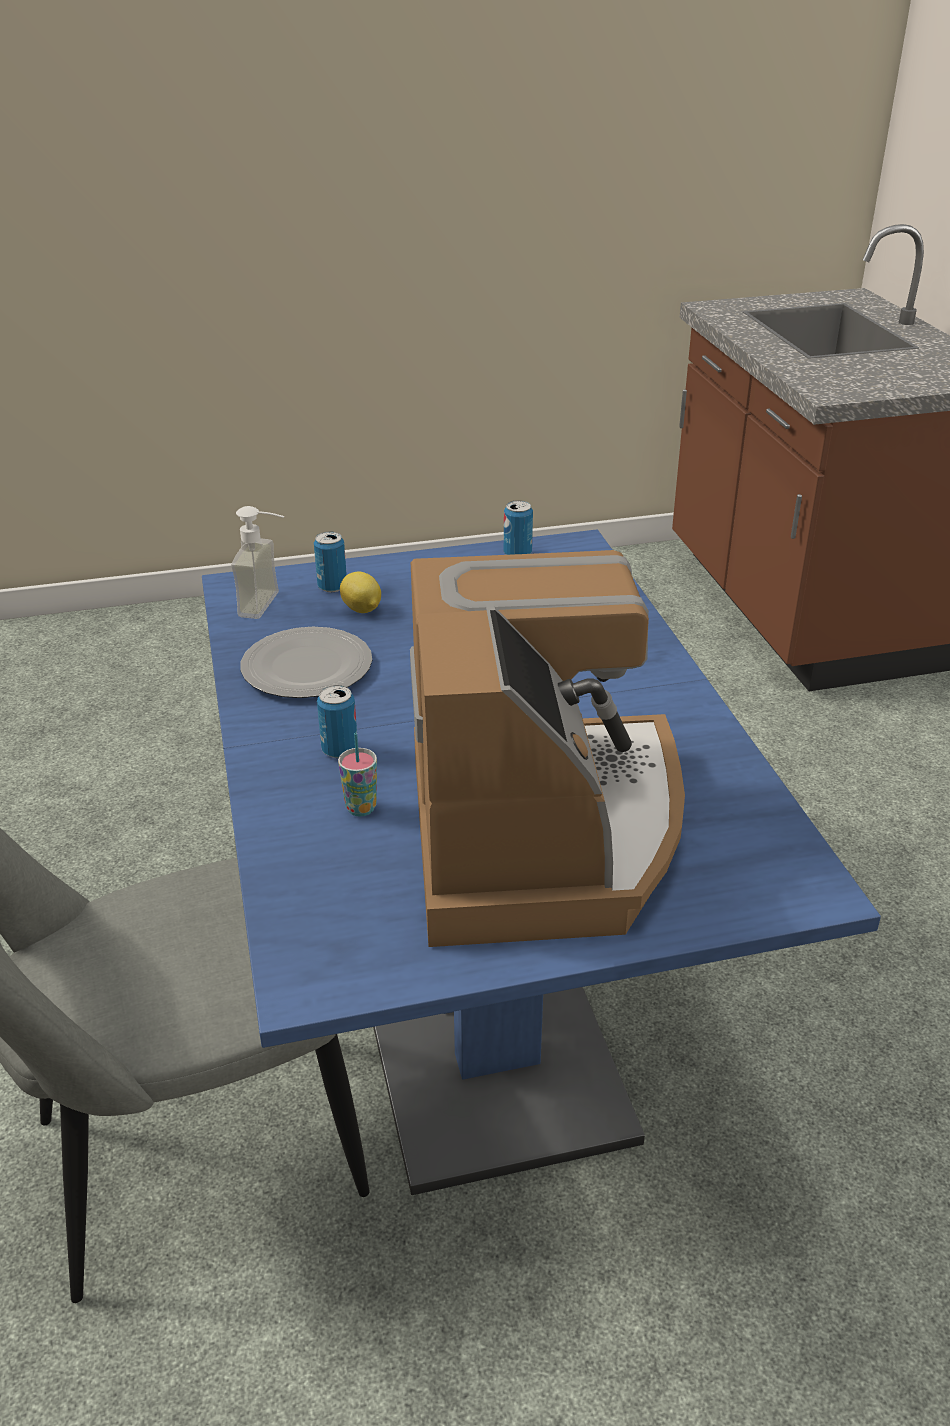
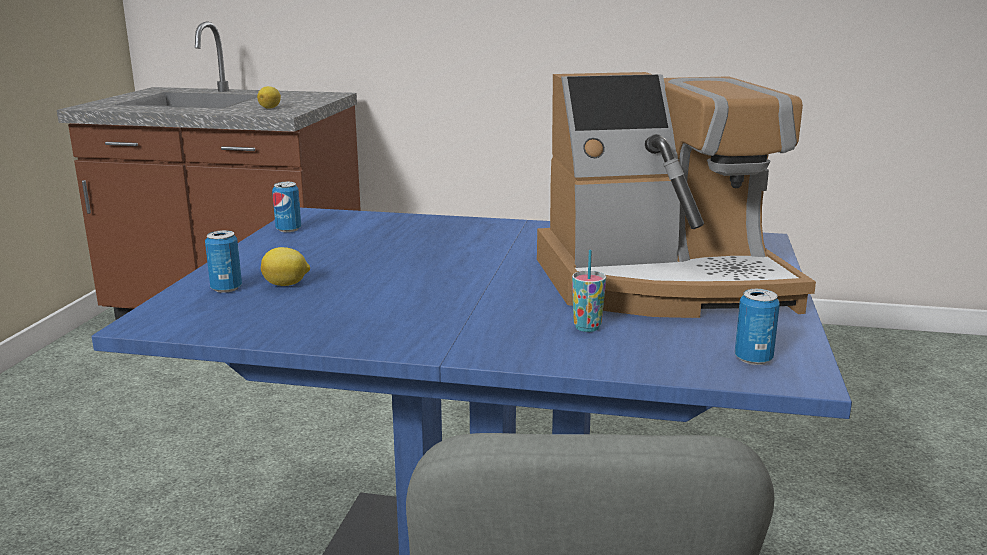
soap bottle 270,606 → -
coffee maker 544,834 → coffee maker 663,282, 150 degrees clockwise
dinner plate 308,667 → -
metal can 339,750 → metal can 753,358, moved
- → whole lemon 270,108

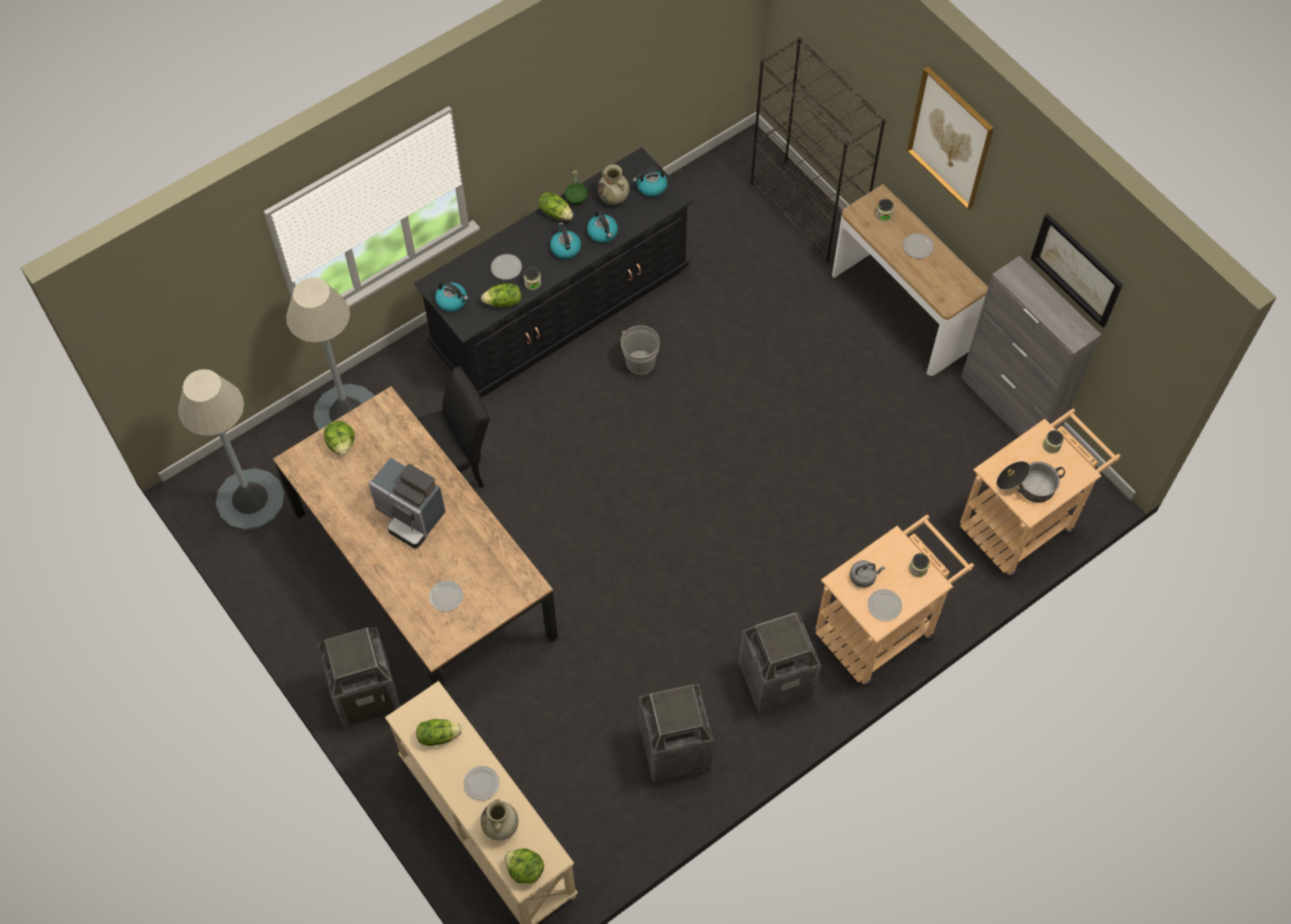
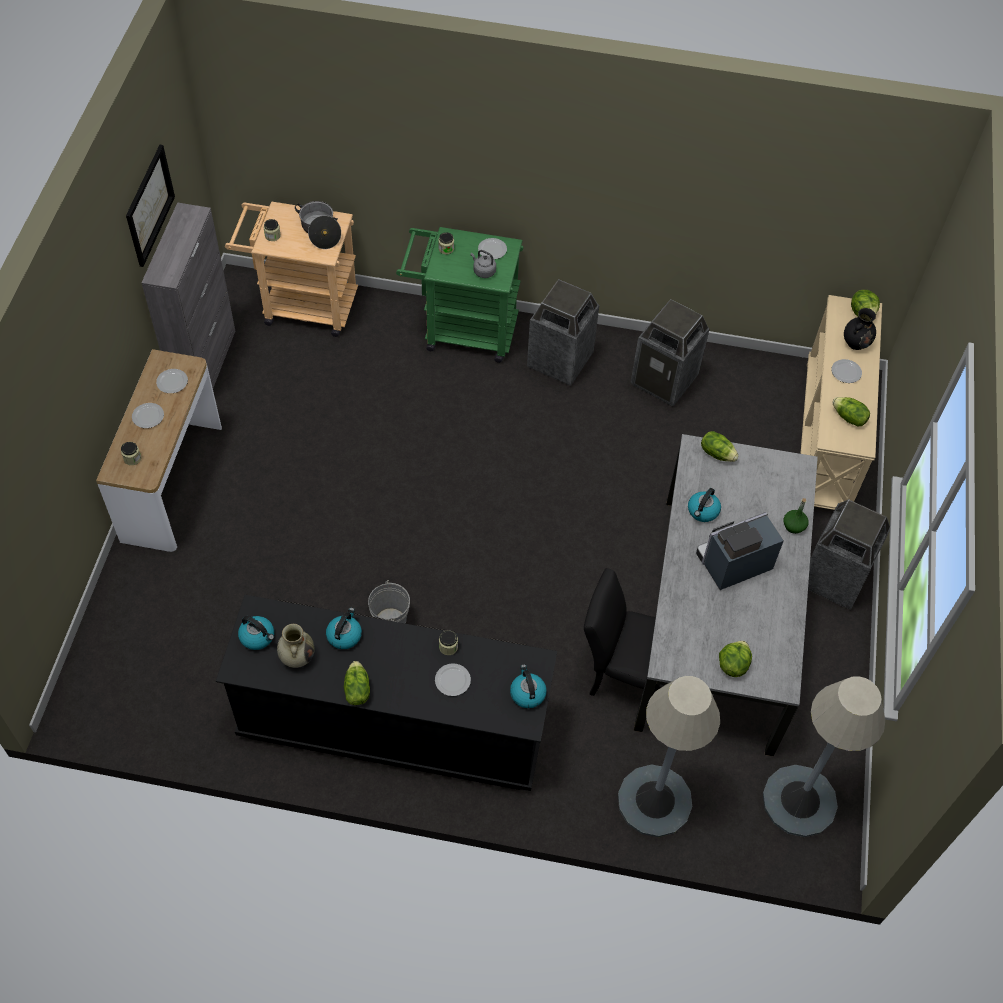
black shelving unit 807,211 → -
wall art 950,138 → -
greenish drink bottle 576,198 → greenish drink bottle 794,526, moved
kettle 565,248 → kettle 703,511, moved
lettuce head 503,302 → lettuce head 717,453, moved
brown dining table 424,575 → grey dining table 716,619
coffee maker 410,516 → coffee maker 732,564, 105 degrees counterclockwise
beige trolley 882,628 → greenish trolley 461,330
dinner plate 446,596 → dinner plate 171,382, moved
beige decorative vase 501,827 → black decorative vase 856,343

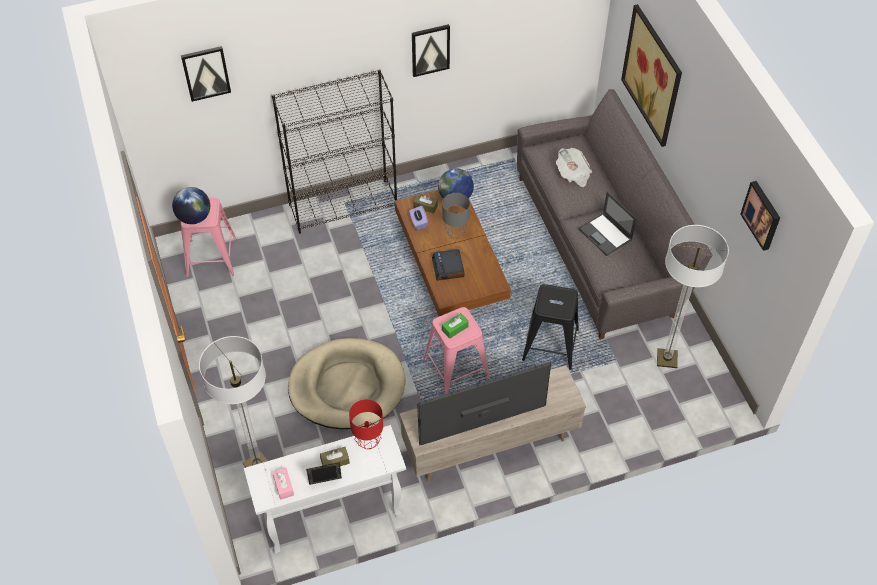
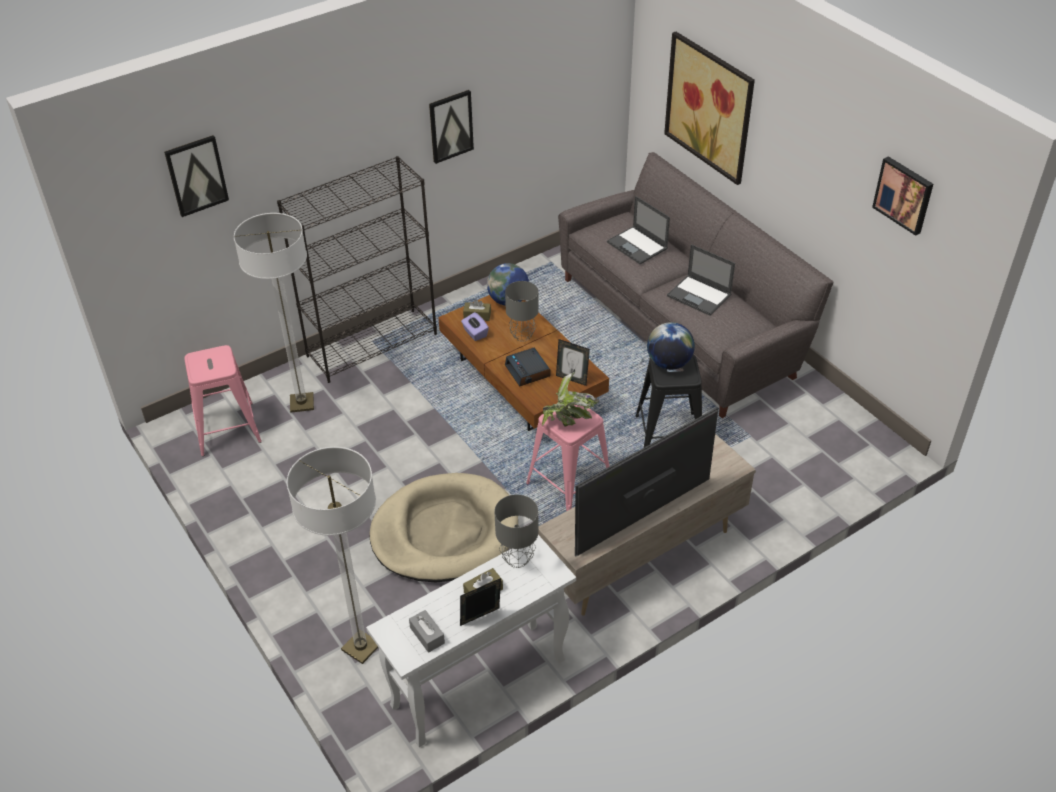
printed paper 573,174 → laptop 637,245
world globe 194,217 → world globe 669,363, moved
floor lamp 667,359 → floor lamp 302,403, moved
greenish tissue holder 455,328 → houseplant 569,420
red lamp for a table 368,441 → grey lamp for a table 517,559
pink tissue holder 283,486 → grey tissue holder 427,635
- → photo frame 572,379

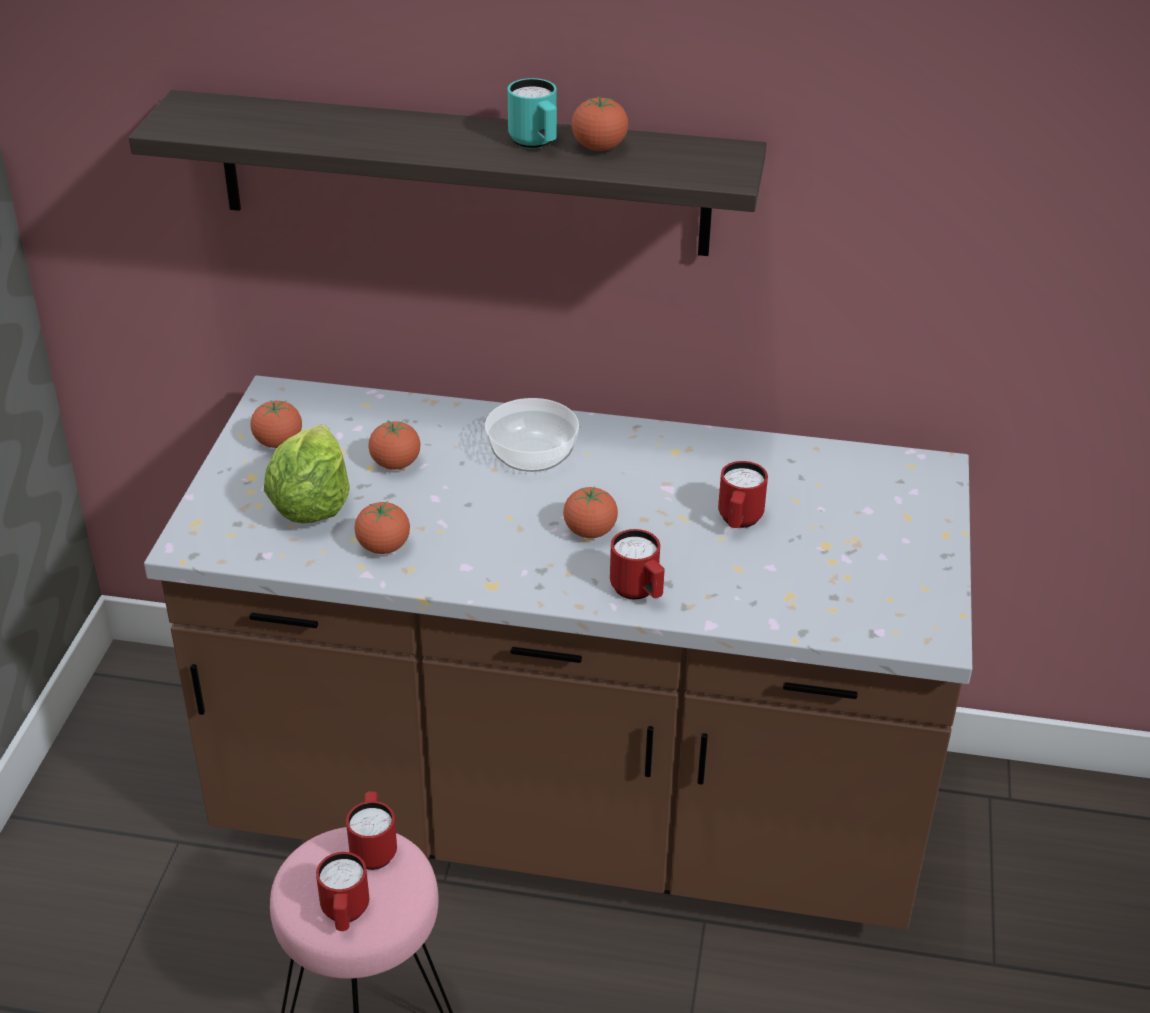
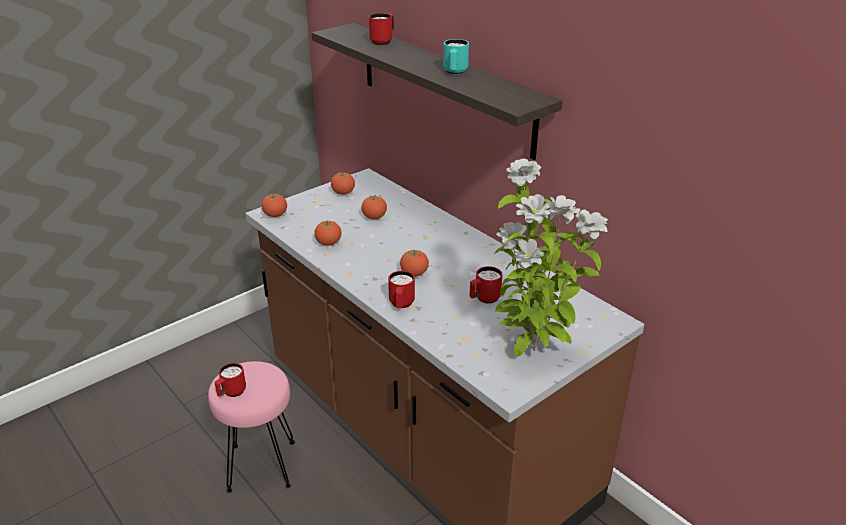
fresh tomato 599,148 → fresh tomato 275,215, moved
bowl 532,453 → -
lettuce head 311,505 → -
red mug 374,849 → red mug 383,41, moved
- → houseplant 532,352

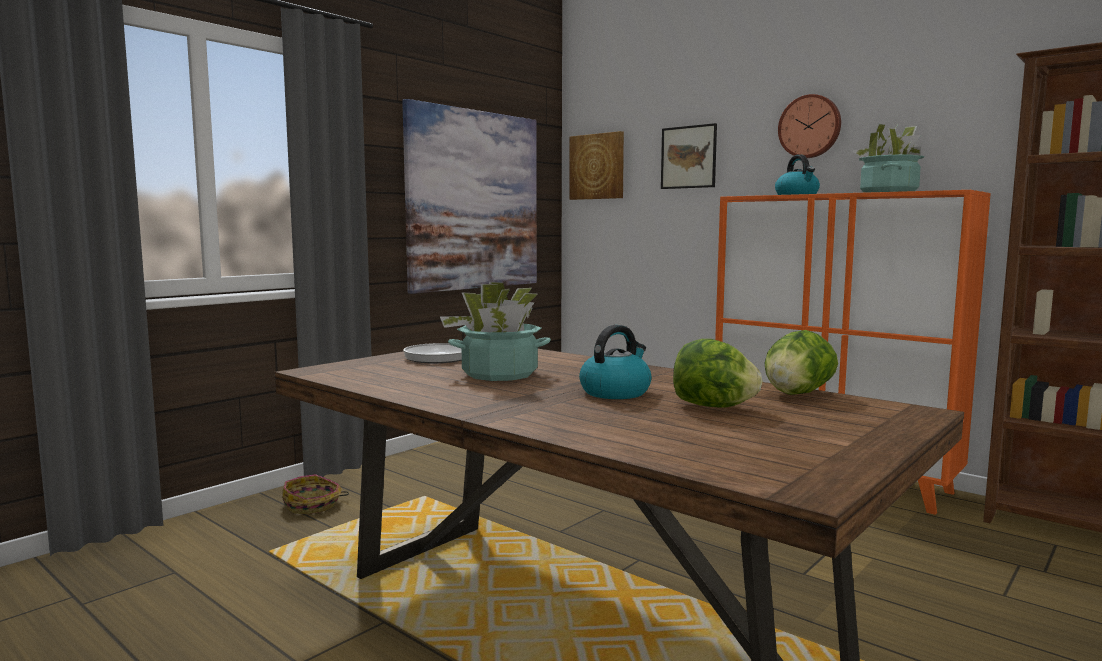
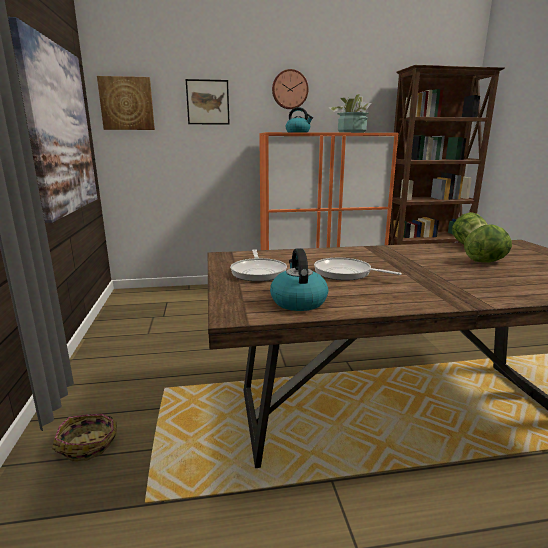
houseplant 500,374 → frying pan 345,273
kettle 615,392 → kettle 298,301, moved

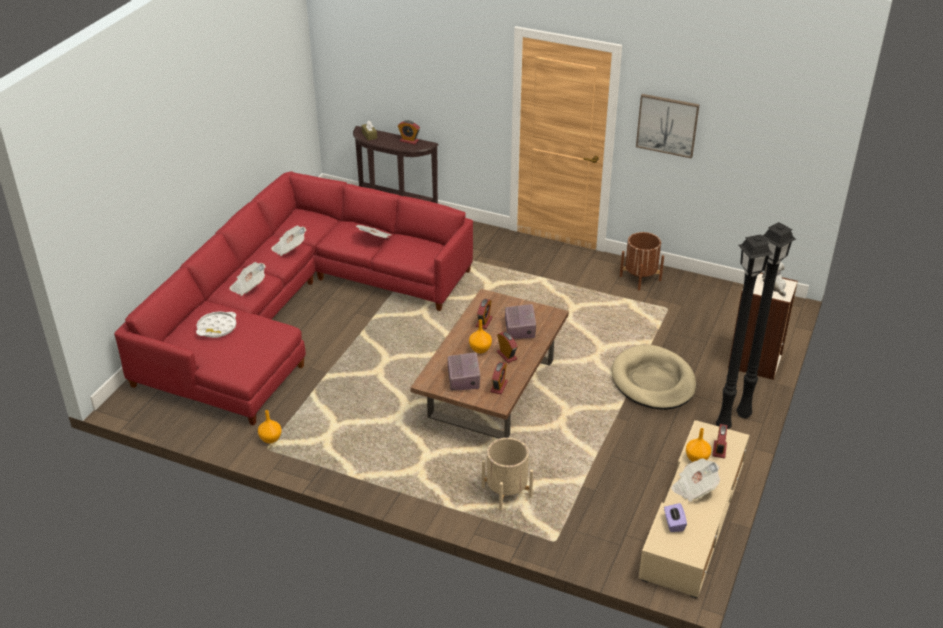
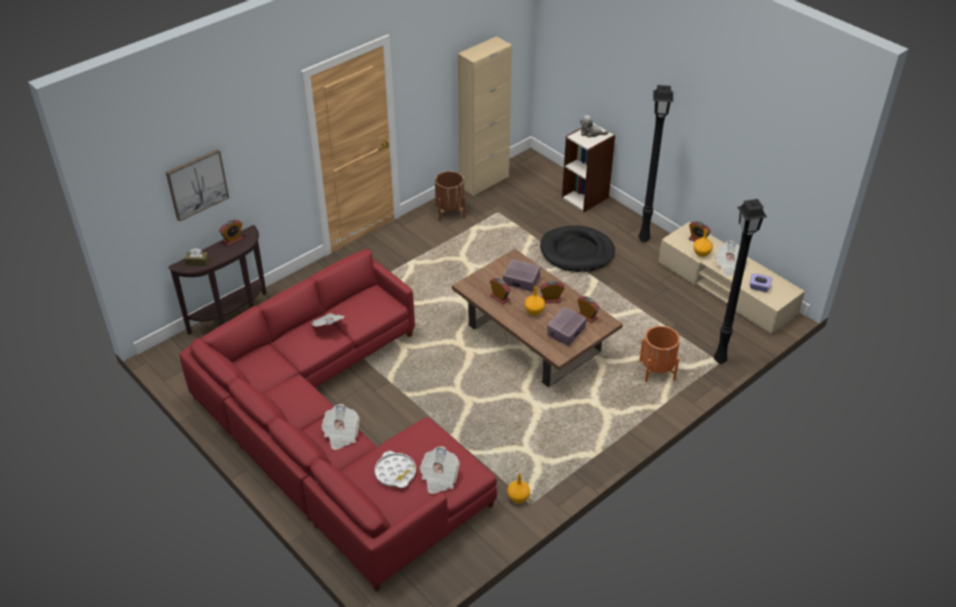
wall art 667,125 → wall art 197,184, moved
black floor lamp 742,414 → black floor lamp 719,361, moved
printed paper 289,248 → printed paper 439,478, moved
beige dog cushion 653,381 → black dog cushion 577,252
radio receiver 463,378 → radio receiver 566,332, 75 degrees counterclockwise
beige plant pot 506,492 → orangey plant pot 657,370
- → beige storage cabinet 484,181

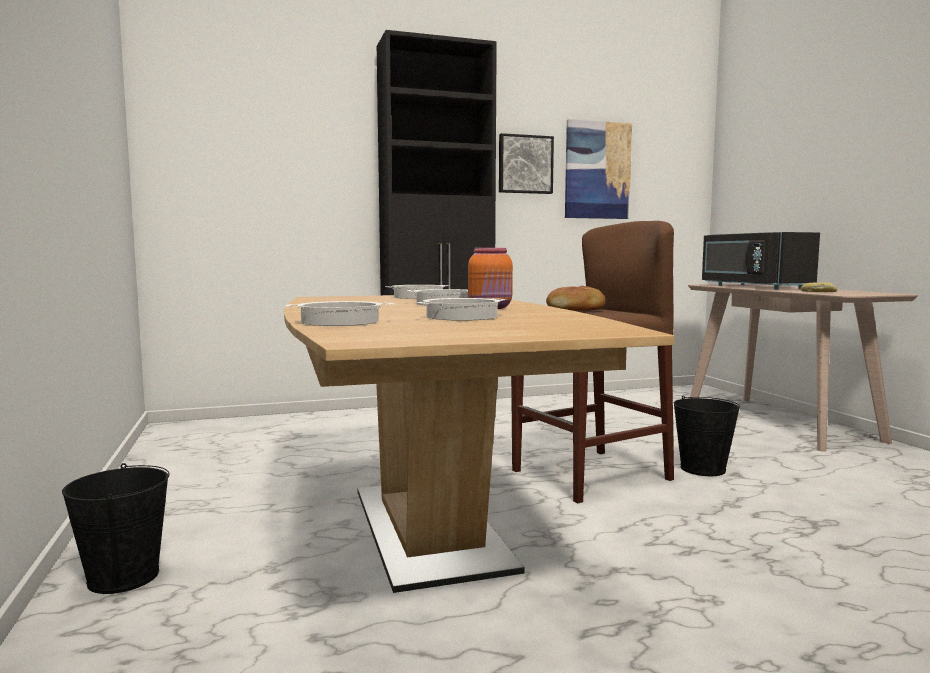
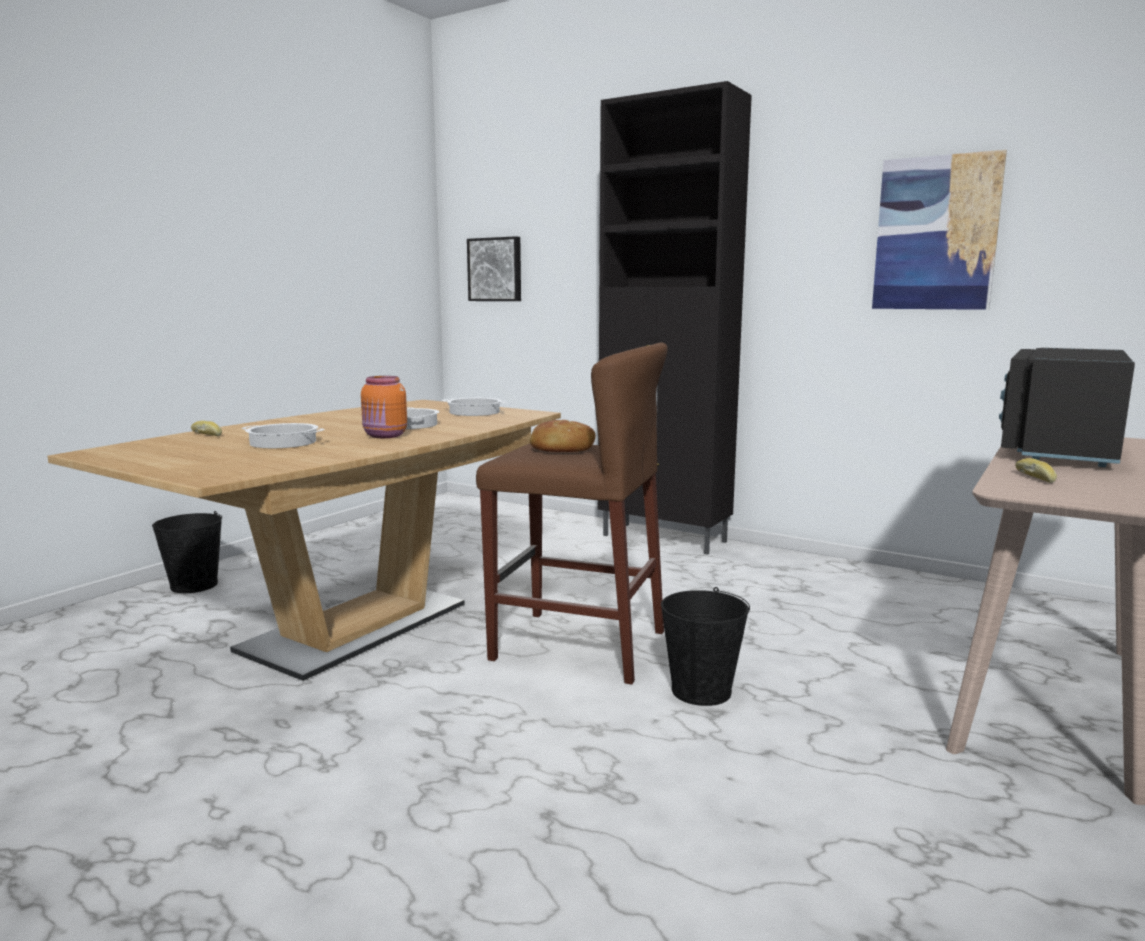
wall art 525,164 → wall art 496,269, moved
saucepot 339,322 → bakery bread 208,434

